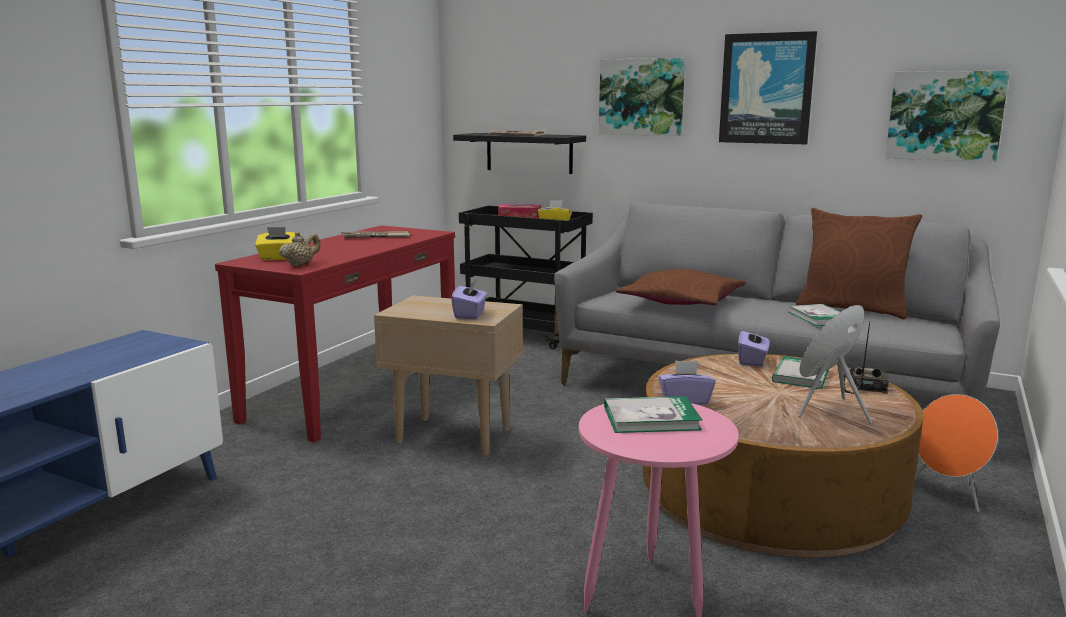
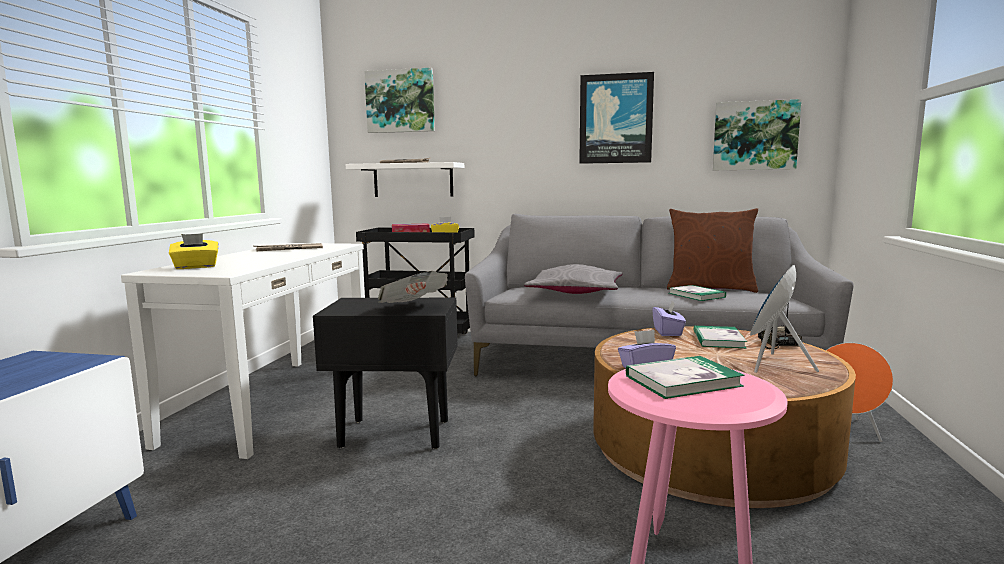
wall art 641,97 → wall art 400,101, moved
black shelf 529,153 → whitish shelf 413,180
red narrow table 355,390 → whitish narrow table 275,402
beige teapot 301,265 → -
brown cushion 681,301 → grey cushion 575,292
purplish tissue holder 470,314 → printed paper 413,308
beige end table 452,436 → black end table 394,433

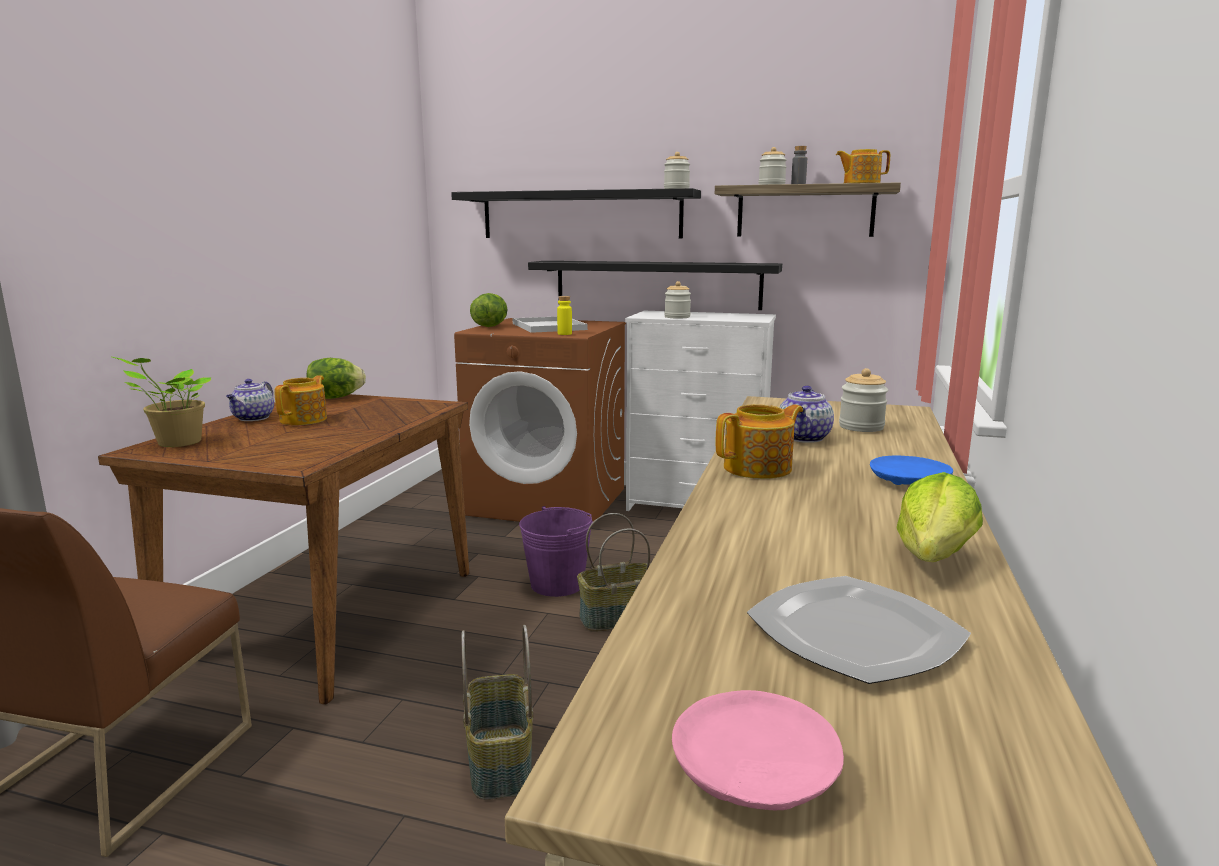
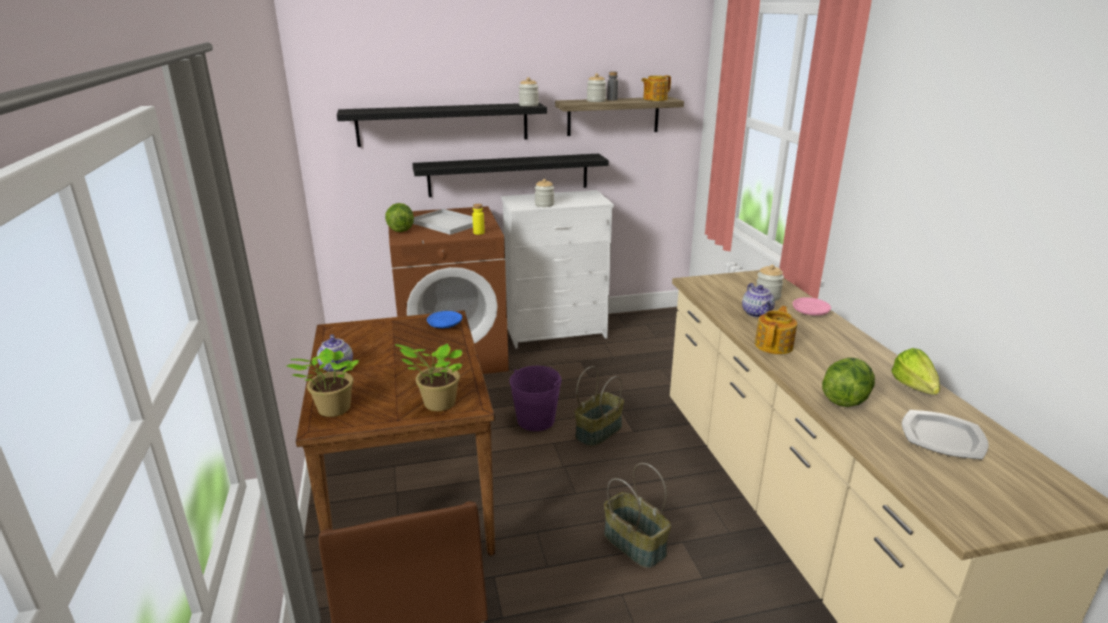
lettuce head 335,398 → lettuce head 845,399, moved
teapot 305,419 → -
blue dinner plate 908,482 → blue dinner plate 444,325, moved
pink dinner plate 753,772 → pink dinner plate 810,312, moved
- → houseplant 437,404

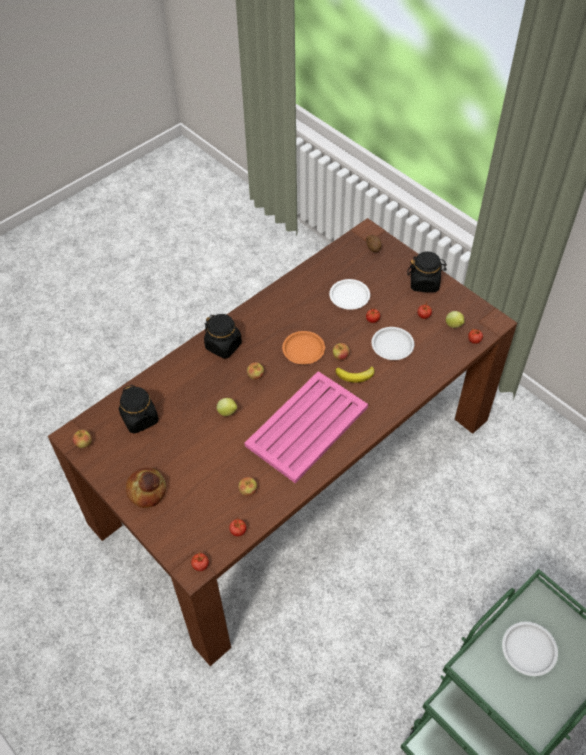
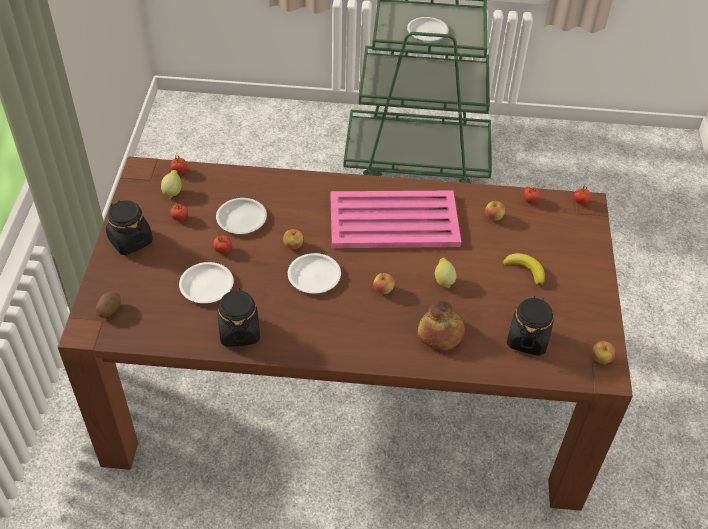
black preserve jar 223,346 → black preserve jar 239,331, moved
orangey dinner plate 303,350 → whitish dinner plate 314,276
banana fruit 355,376 → banana fruit 525,270, moved
bakery bread 147,490 → bakery bread 440,334, moved

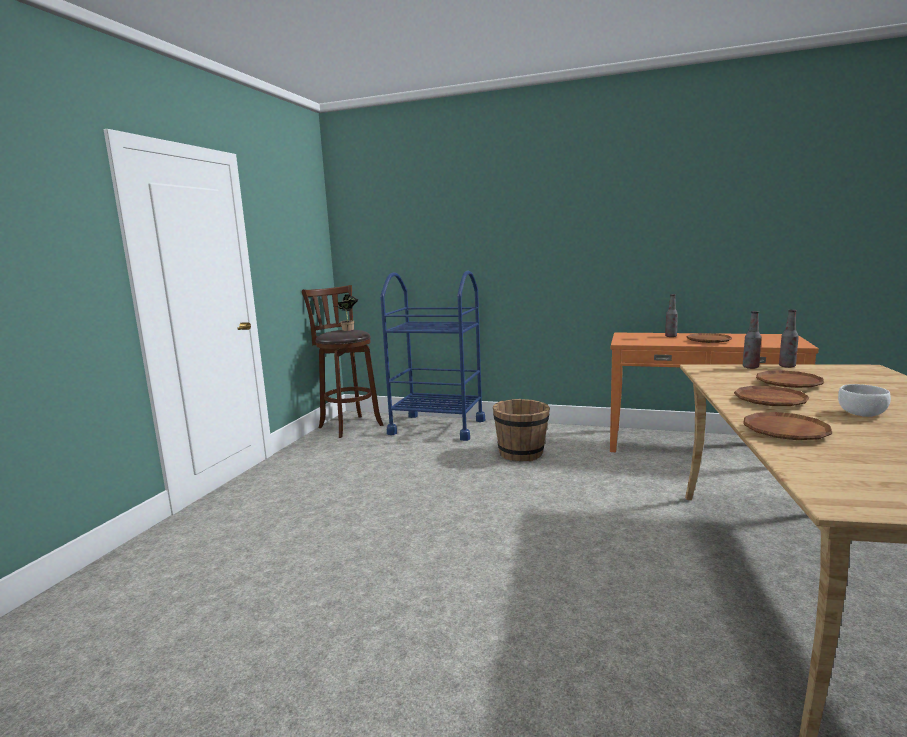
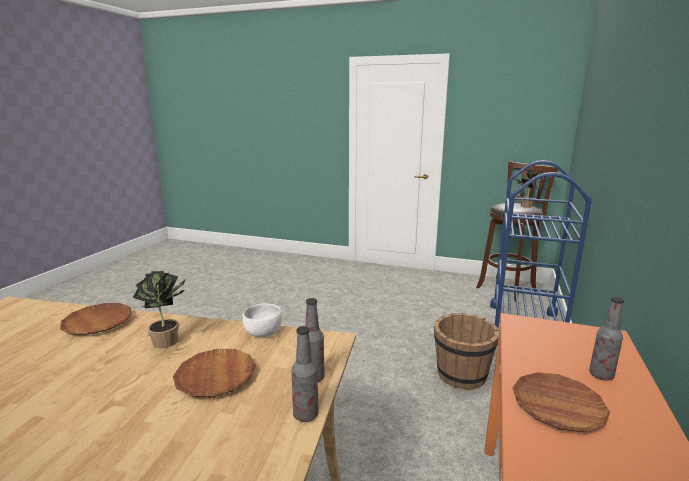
whitish bowl 862,414 → whitish bowl 263,332, moved
brown dinner plate 770,401 → houseplant 169,342

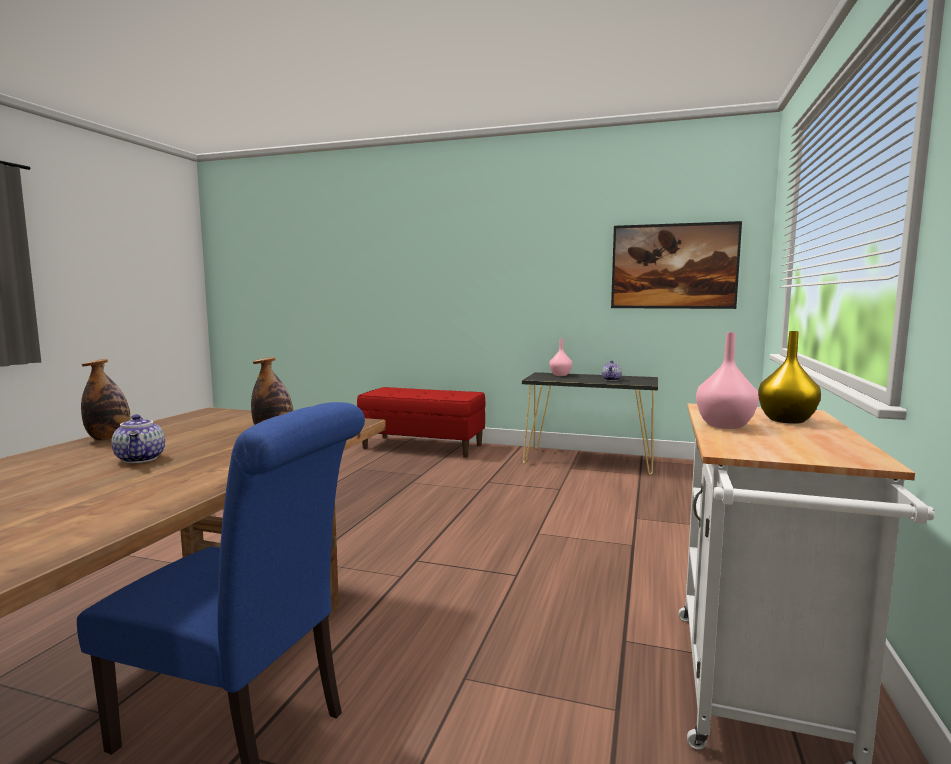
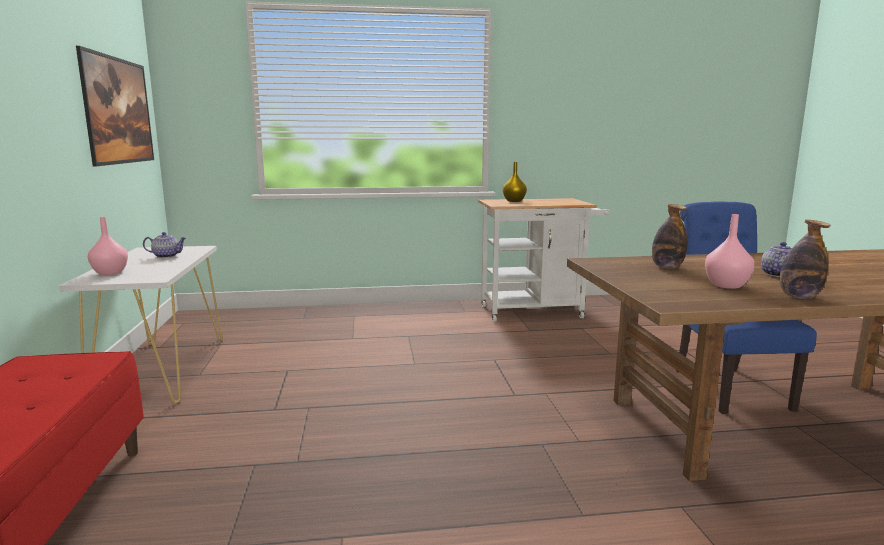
pink decorative vase 725,426 → pink decorative vase 727,285, moved
black narrow table 589,460 → whitish narrow table 163,369

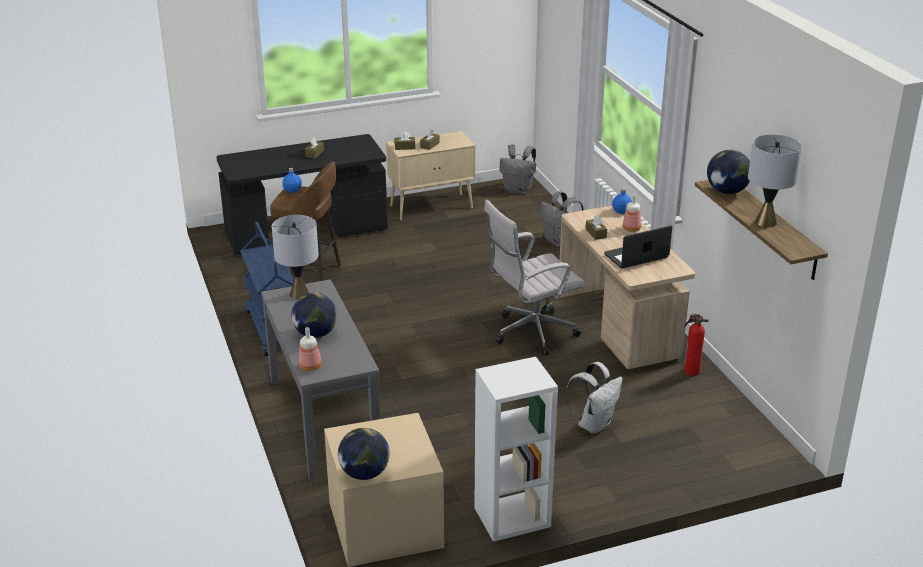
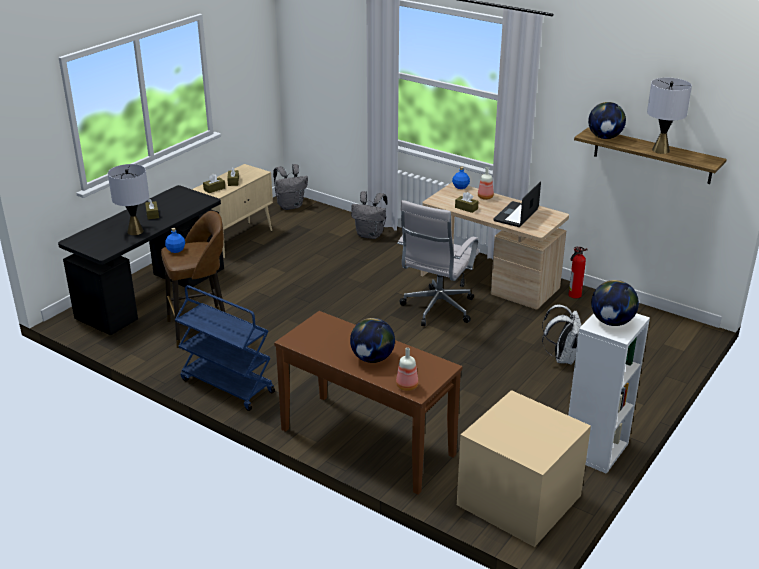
grey lamp for a table 299,294 → grey lamp for a table 135,231, moved
grey narrow table 323,421 → brown narrow table 366,442
world globe 364,474 → world globe 612,322, moved

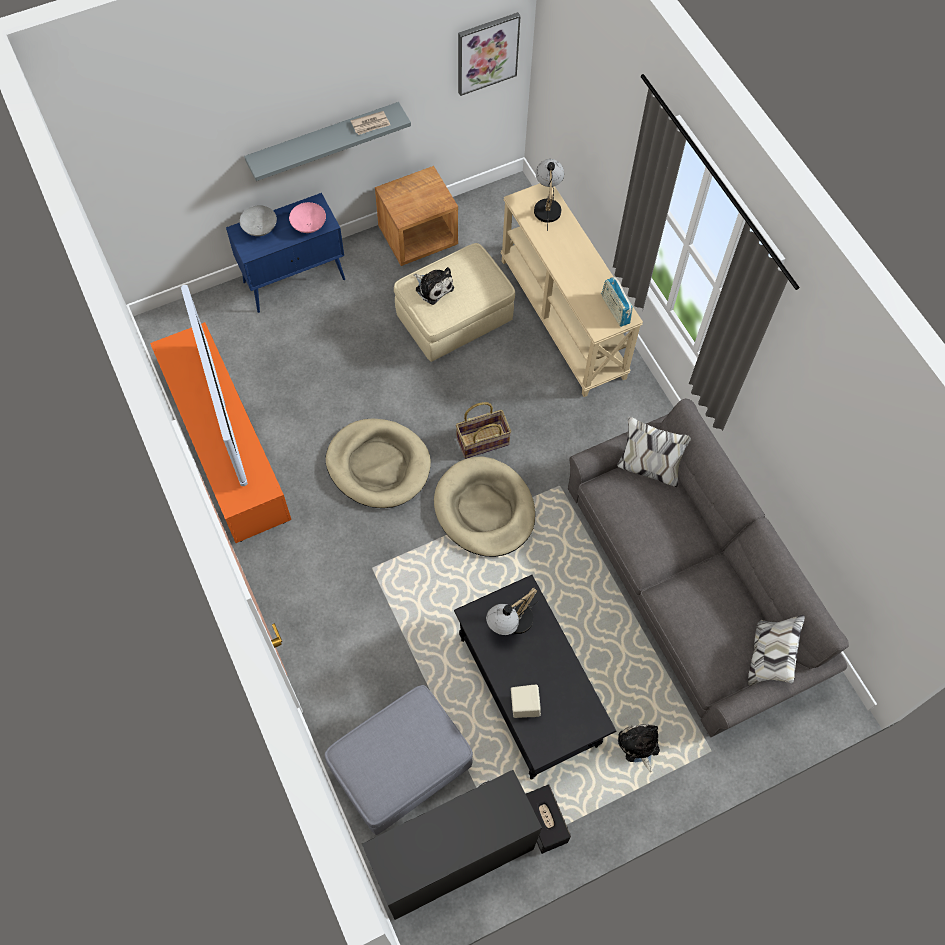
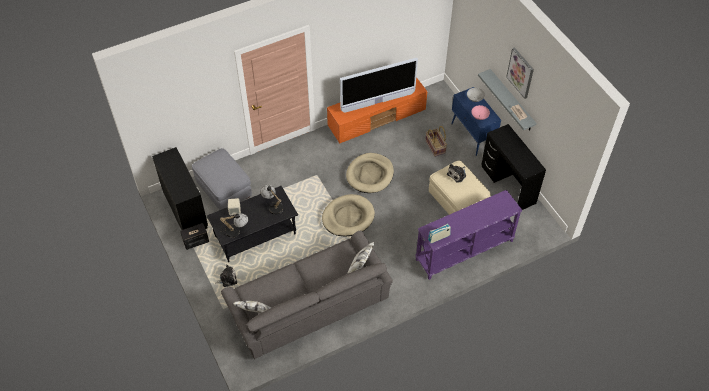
wall art 487,53 → wall art 520,72, moved
lamp for a table 547,205 → lamp for a table 236,231, moved
brown bedside table 418,237 → black desk 508,185
beige narrow table 563,318 → purplish narrow table 464,251
storage basket 482,440 → storage basket 435,147, moved

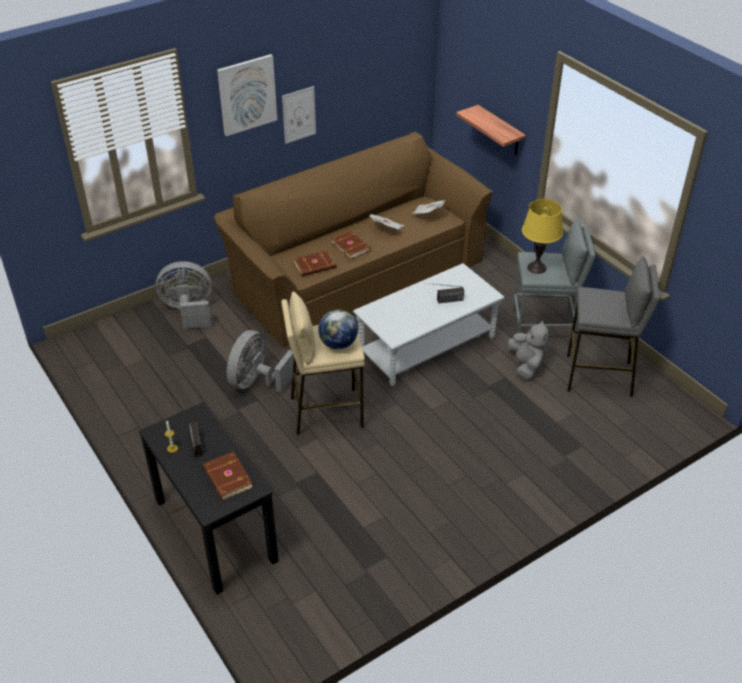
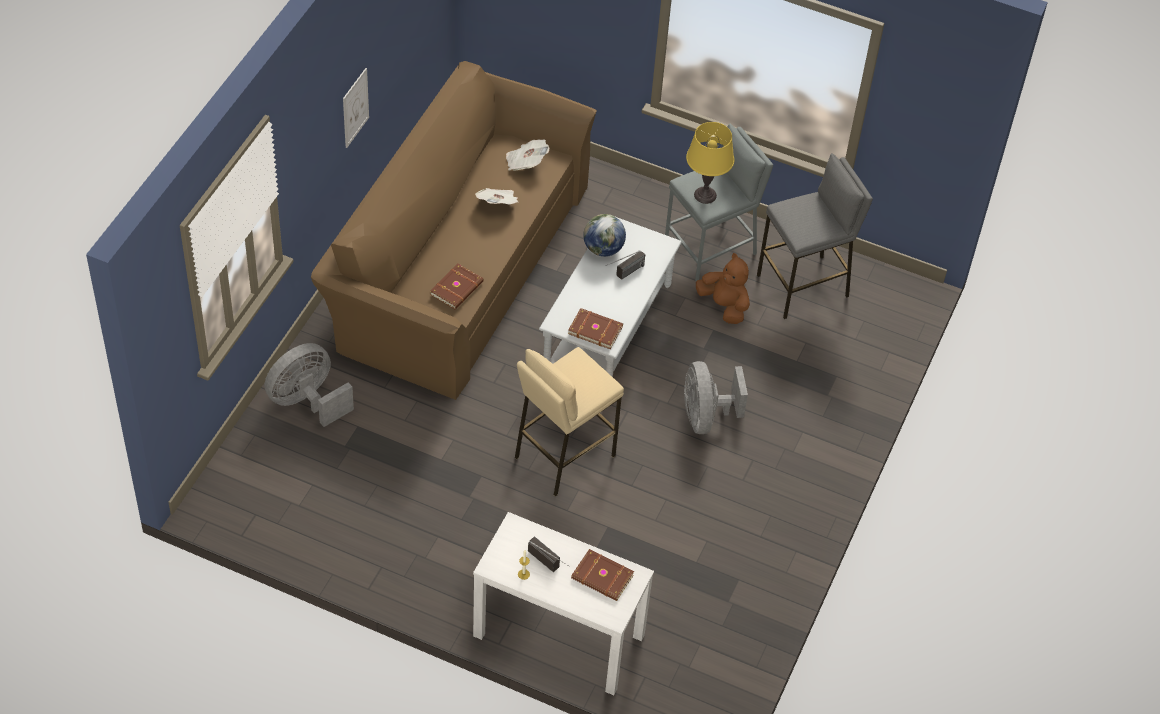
wall art 247,94 → -
shelf 500,131 → -
brown book 351,246 → brown book 595,329, moved
world globe 338,344 → world globe 603,249, moved
grey plush toy 526,365 → brown plush toy 724,306
grey electric fan 257,382 → grey electric fan 705,416, moved
black narrow table 214,529 → whitish narrow table 558,635

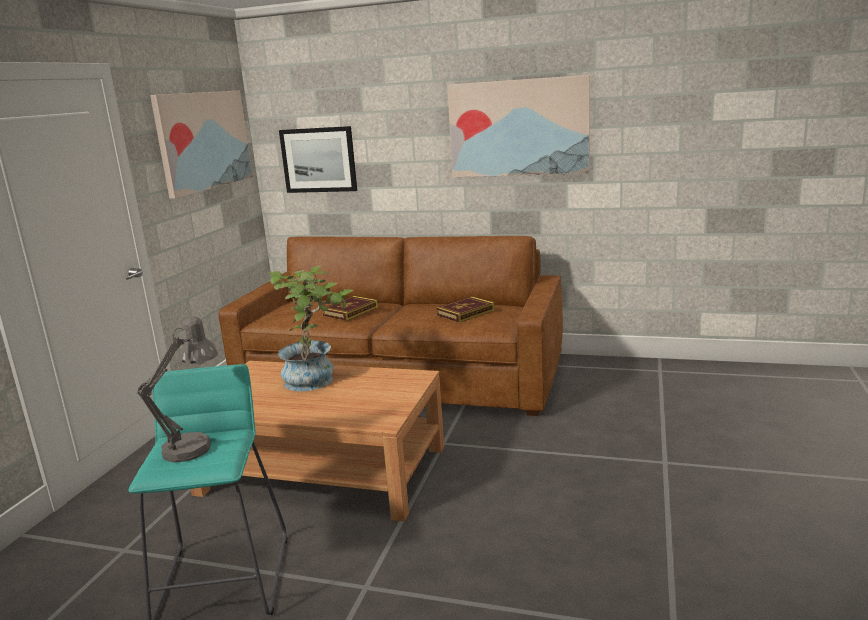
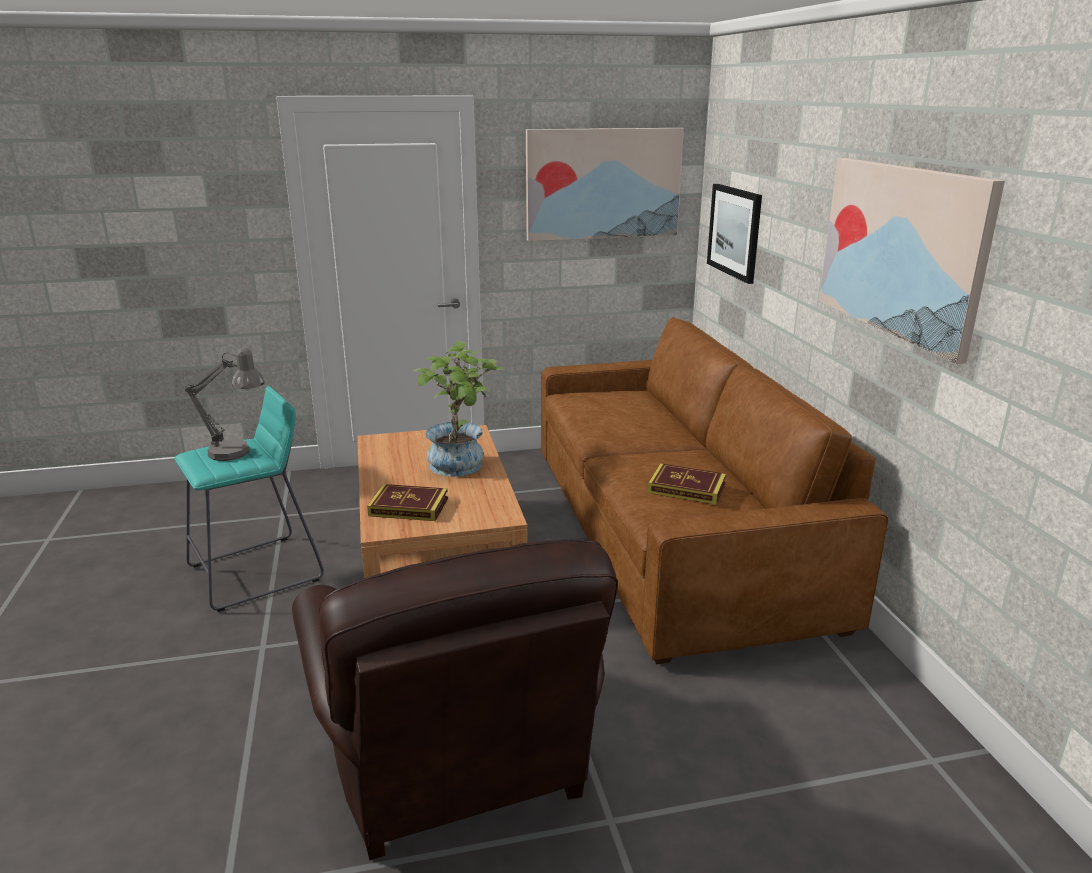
book 350,311 → book 408,507, moved
- → brown armchair 457,762

